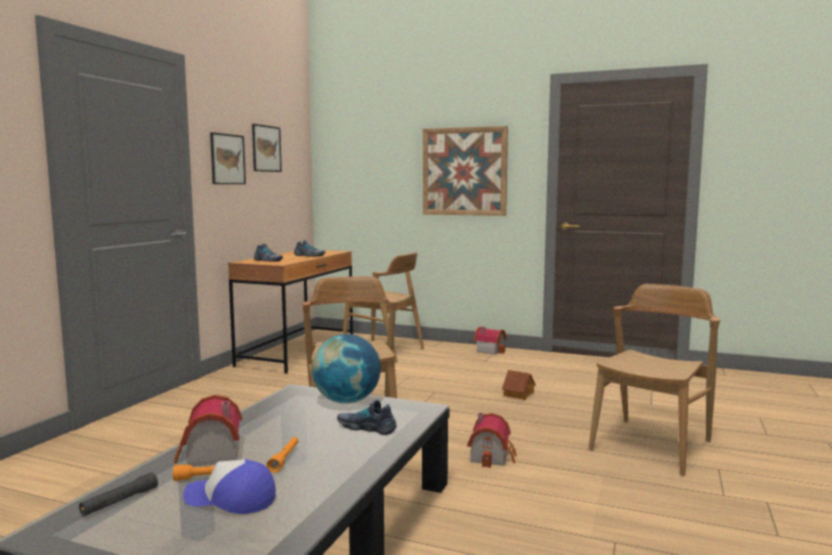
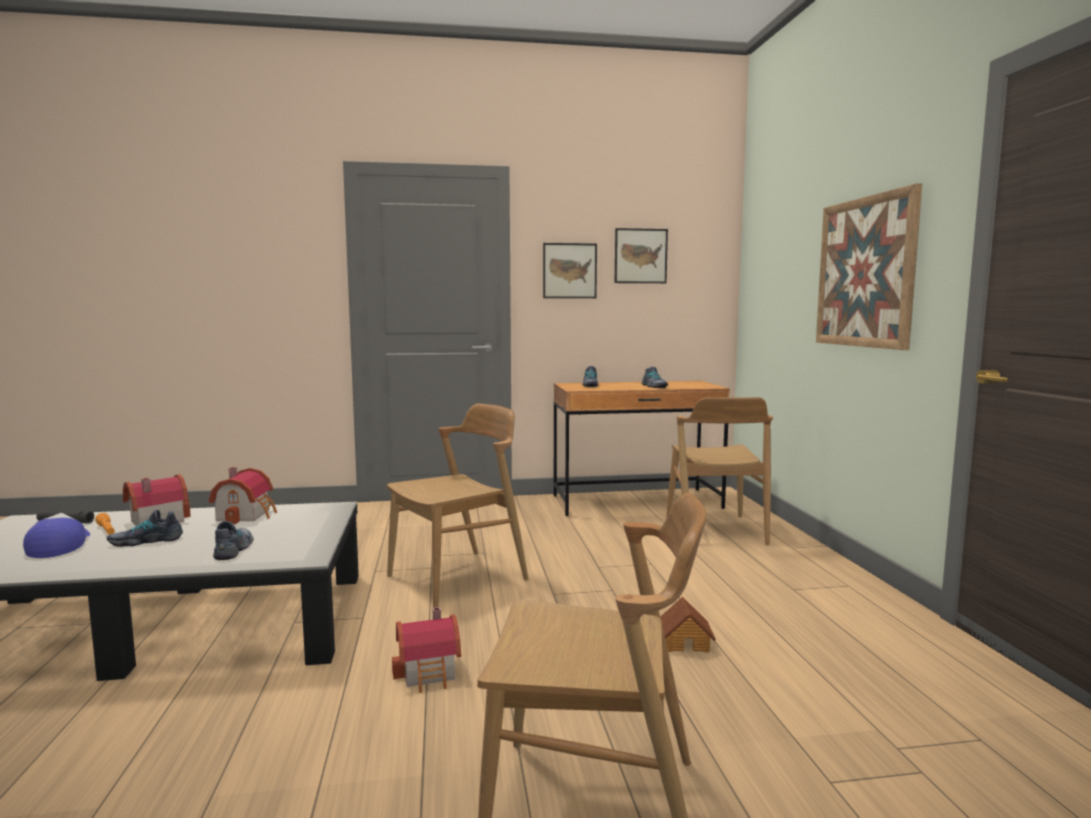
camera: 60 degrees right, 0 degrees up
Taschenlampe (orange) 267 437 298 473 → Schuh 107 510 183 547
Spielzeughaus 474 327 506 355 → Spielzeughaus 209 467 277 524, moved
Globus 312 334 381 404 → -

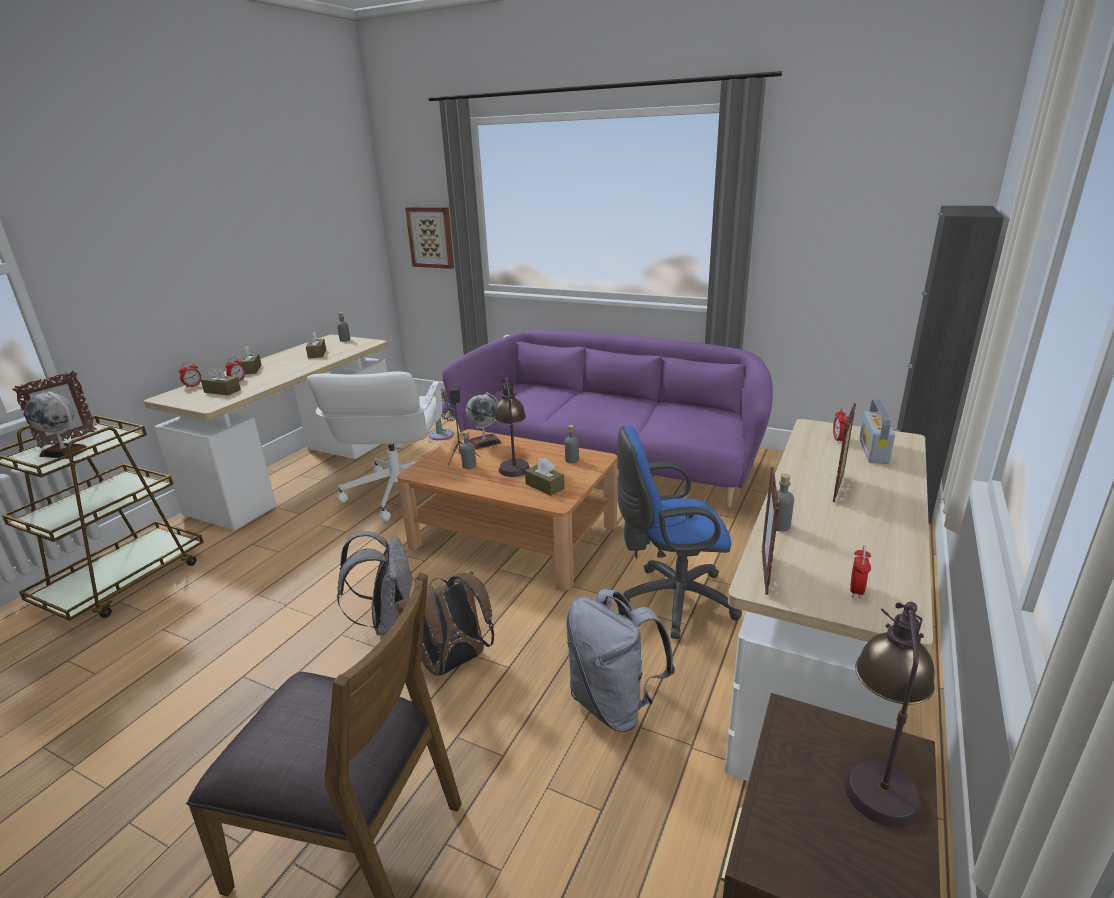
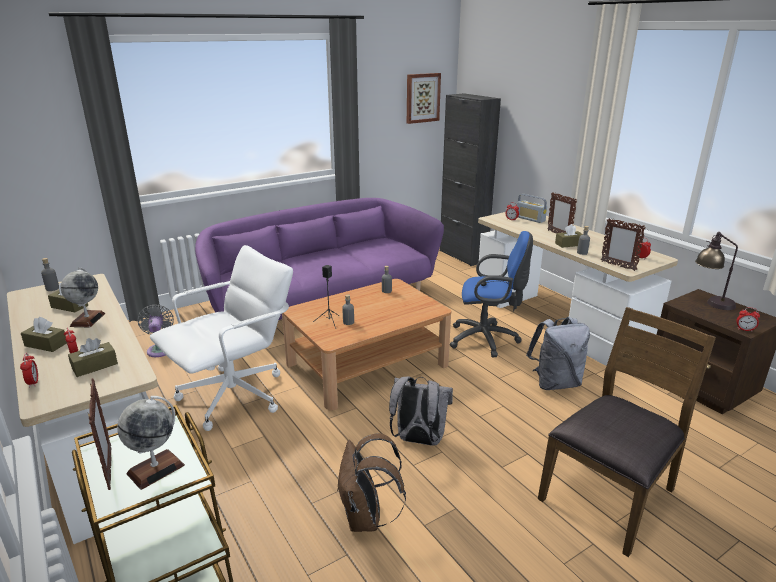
camera: 60 degrees left, 0 degrees up
Globus 466 392 502 449 → Globus 60 268 105 327, moved
Bürostuhl (weiß) 307 371 442 521 → Bürostuhl (weiß) 150 245 293 431, 75 degrees counterclockwise
Rucksack (braun) 395 571 494 676 → Rucksack (braun) 337 433 406 532, moved
Bild 405 207 454 269 → Bild 407 73 441 124, moved
Bürostuhl (blau) 618 425 742 639 → Bürostuhl (blau) 450 231 533 357, 105 degrees counterclockwise
Taschentuchbox (braun) 525 458 564 496 → Taschentuchbox (braun) 555 224 583 248, moved
- → Wecker 736 307 760 332
Tischlampe 494 378 530 477 → -

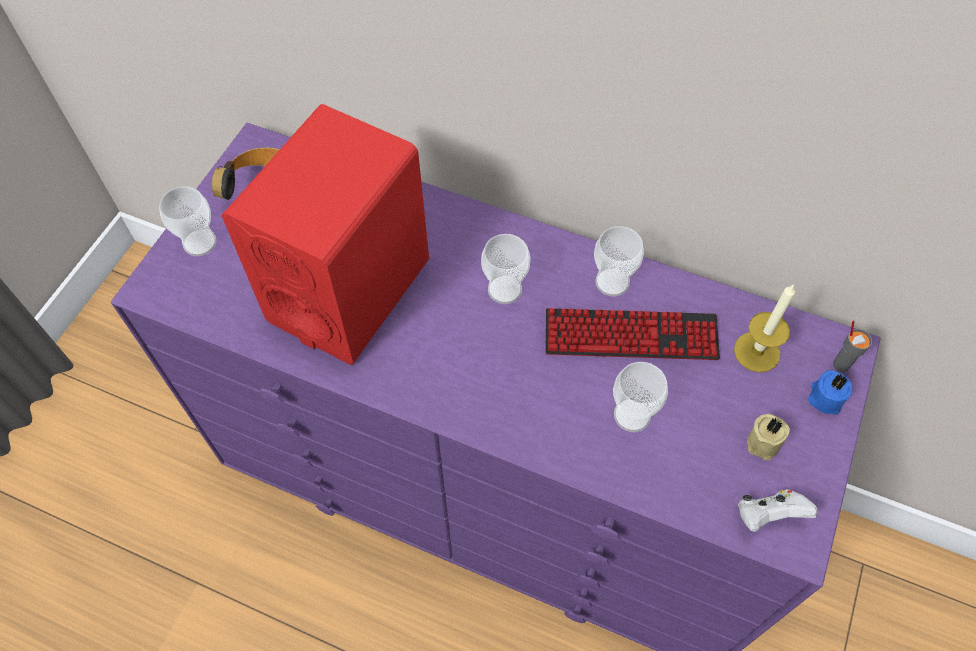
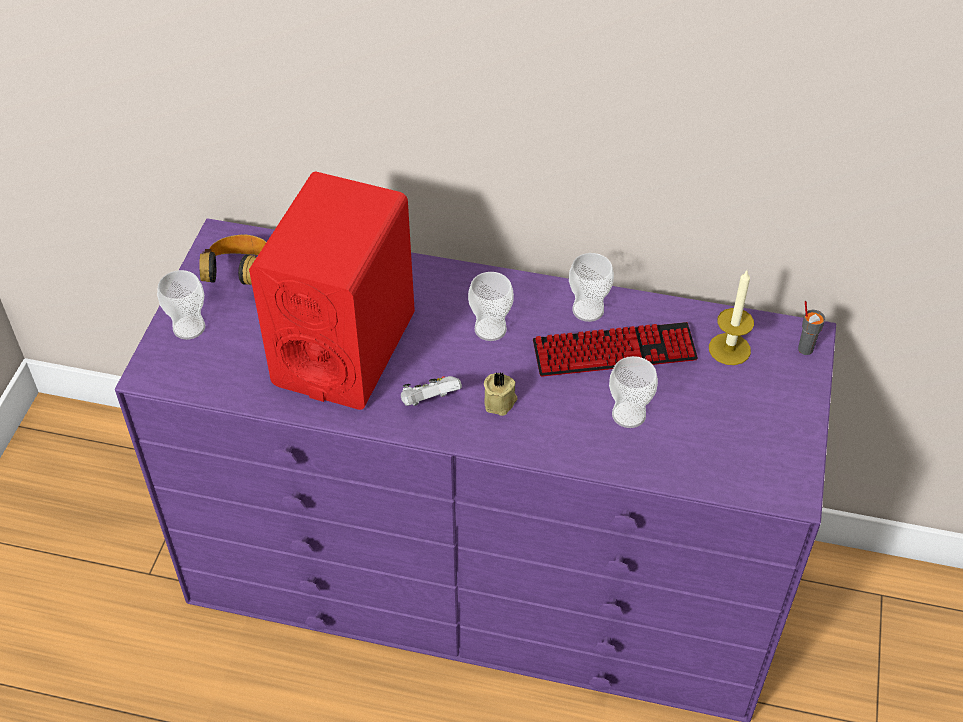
camera: 10 degrees left, 10 degrees down
Gamepad (weiß) 738 489 817 532 → Gamepad (weiß) 401 376 462 406, moved
Kerze (beige) 747 414 790 460 → Kerze (beige) 484 371 518 416, moved
Kerze (blau) 808 370 853 414 → -

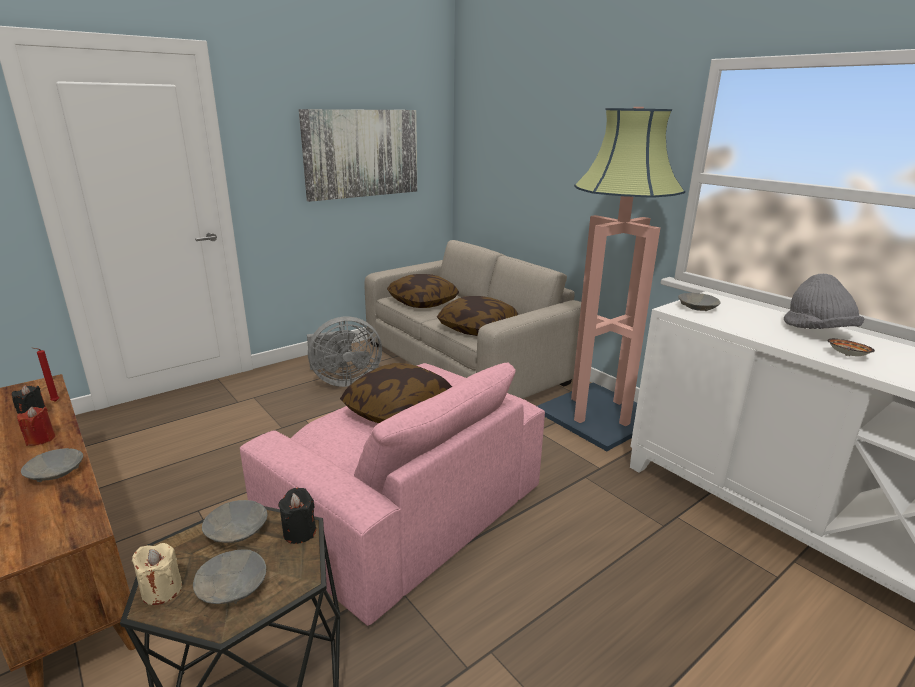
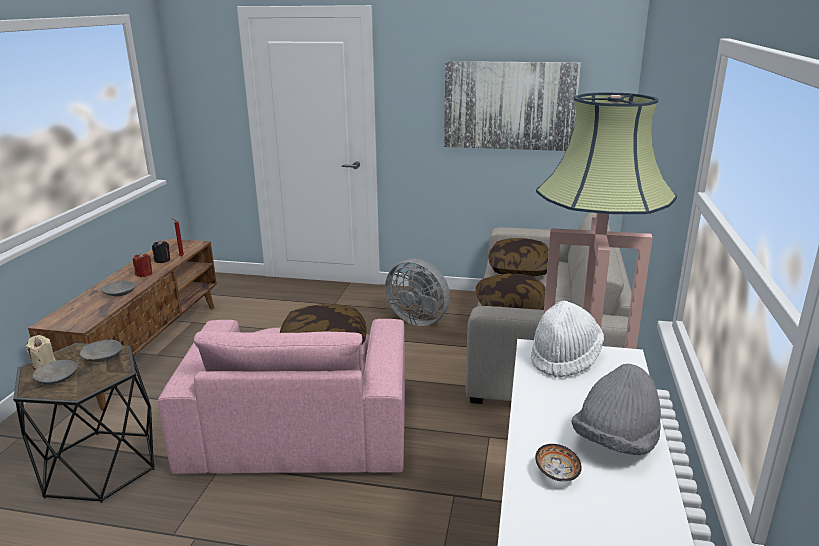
camera: 50 degrees right, 0 degrees up
Schüssel (grau) 678 293 721 311 → Hut (weiß) 531 300 604 378
Kerze (schwarz) 278 488 316 544 → -

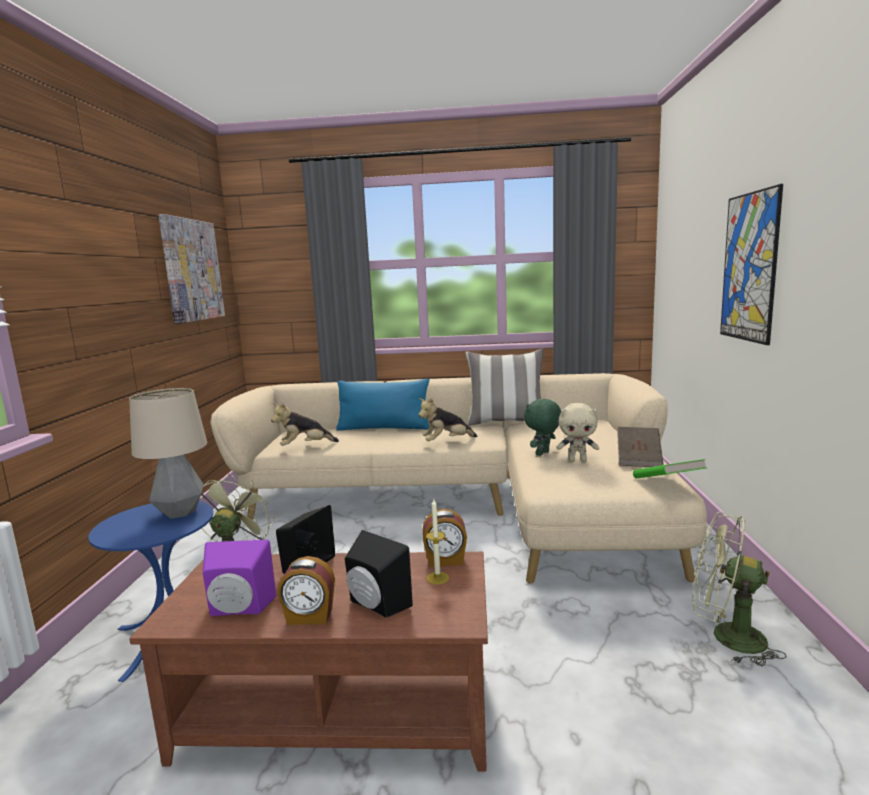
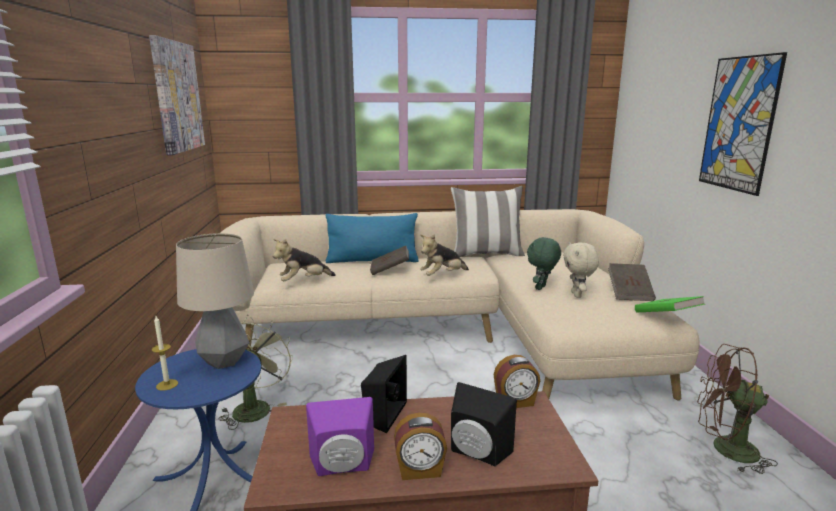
camera: 10 degrees left, 5 degrees up
Kerze 426 499 449 585 → Kerze 151 316 178 391, moved
- → Buch (braun) 370 246 409 275
Plüschtier (beige) 556 403 599 462 → Plüschtier (beige) 563 242 599 298, 90 degrees clockwise
Ventilator (grün) 693 512 786 666 → Ventilator (braun) 697 344 778 474

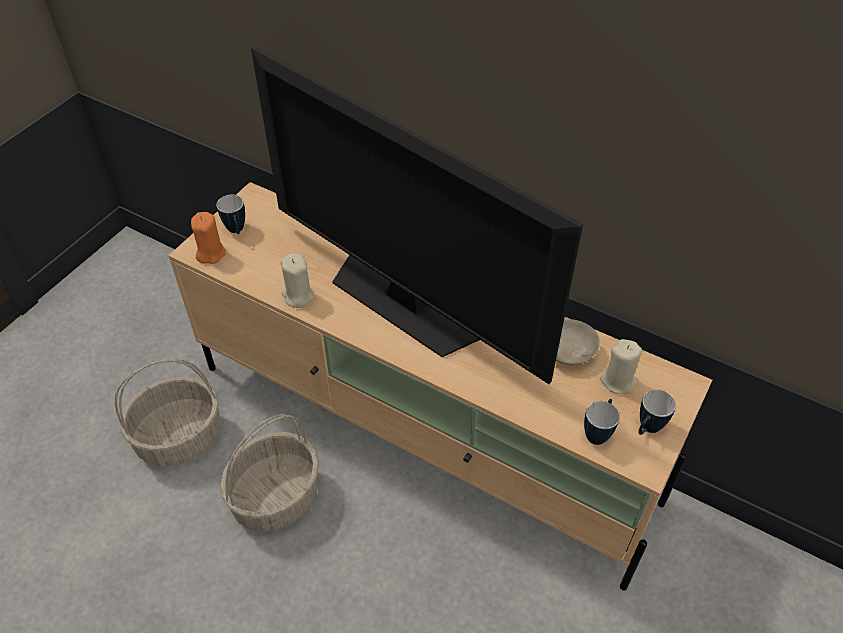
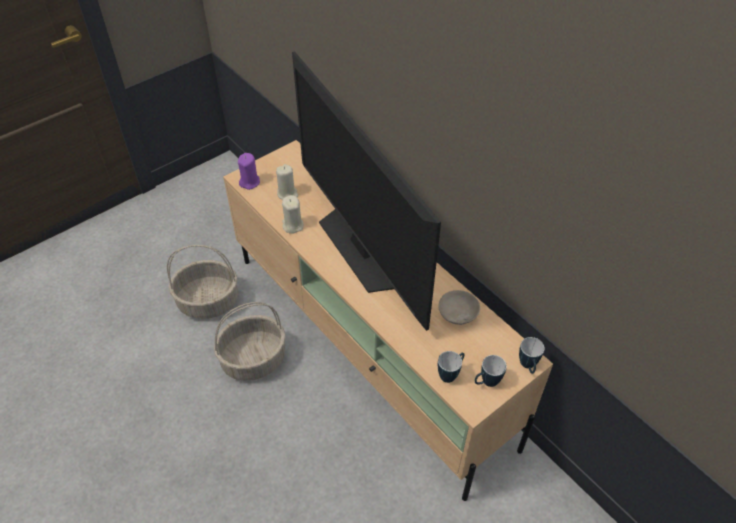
camera: 20 degrees right, 0 degrees up
Kerze (orange) 191 212 226 264 → Kerze (lila) 238 153 260 190
Kerze (beige) 600 339 642 394 → Kerze (beige) 276 164 298 199, moved
Henkelbecher 217 195 245 234 → Henkelbecher 519 337 545 374, moved

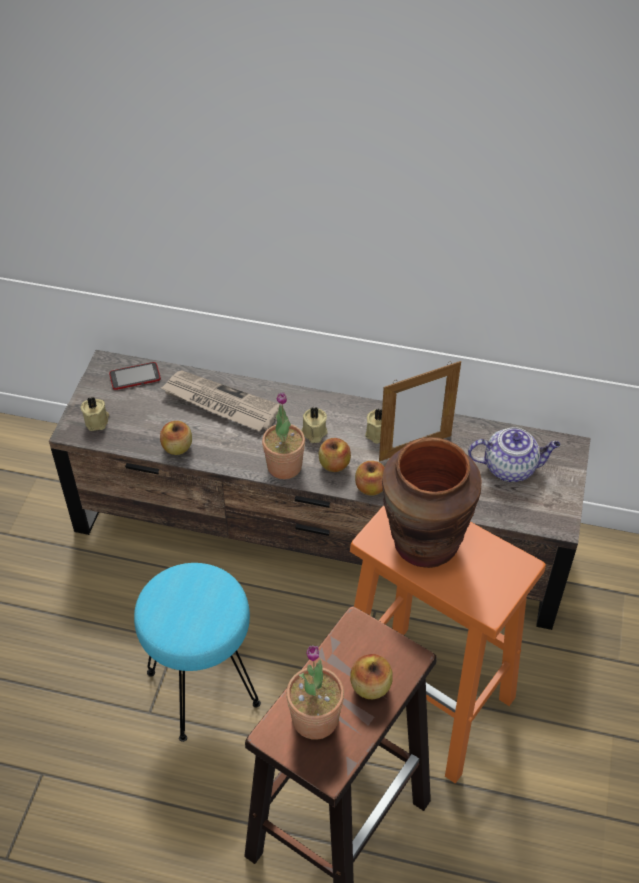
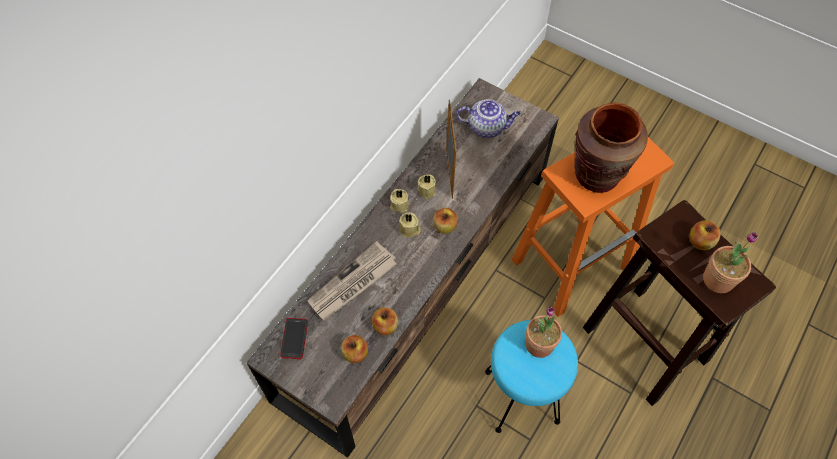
camera: 70 degrees left, 10 degrees up
Apfel 355 461 385 495 → Apfel 341 335 368 363, moved
Kerze (beige) 81 397 109 431 → Kerze (beige) 390 189 409 213, moved
Teekanne 468 427 560 482 → Teekanne 457 99 521 138, 75 degrees clockwise
Topfpflanze 262 392 305 479 → Topfpflanze 525 307 562 358, moved

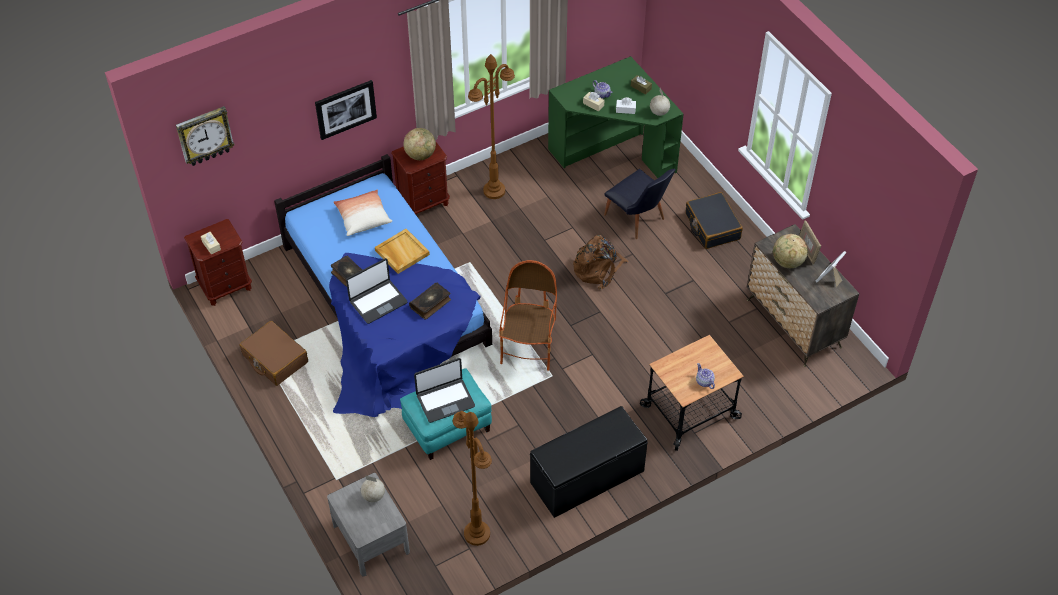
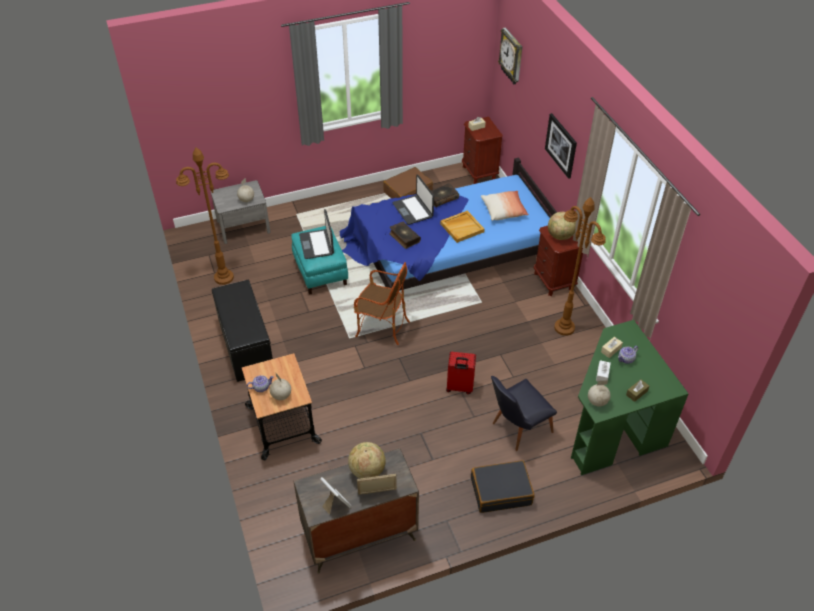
camera: 100 degrees right, 5 degrees down
- → Globus 270 373 291 400
Rucksack (braun) 573 235 628 290 → Koffer (rot) 446 352 476 394

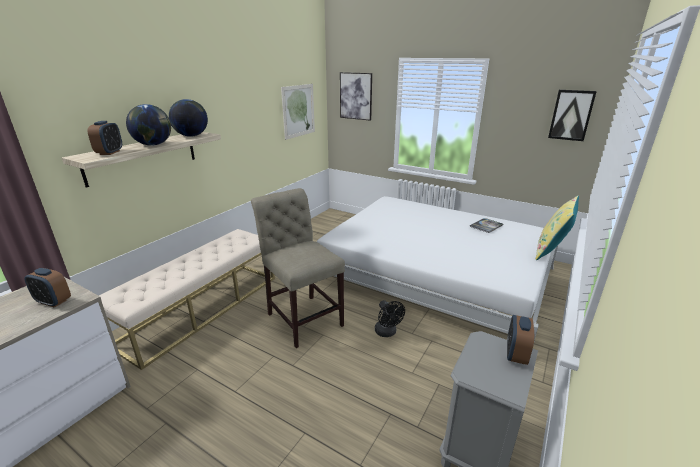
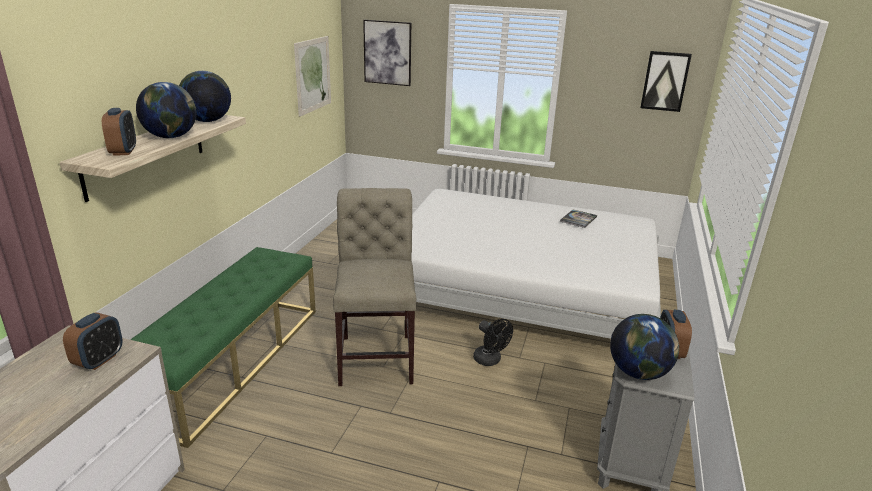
camera: 15 degrees left, 0 degrees up
Wecker 24 268 71 308 → Wecker 63 313 123 370, 75 degrees counterclockwise
Bank (beige) 99 229 275 370 → Bank (grün) 130 247 316 448
Stuhl (beige) 251 188 345 348 → Stuhl (beige) 333 188 416 386, 45 degrees clockwise
- → Globus 610 314 679 380
Kissen (gelb) 536 196 579 260 → -

